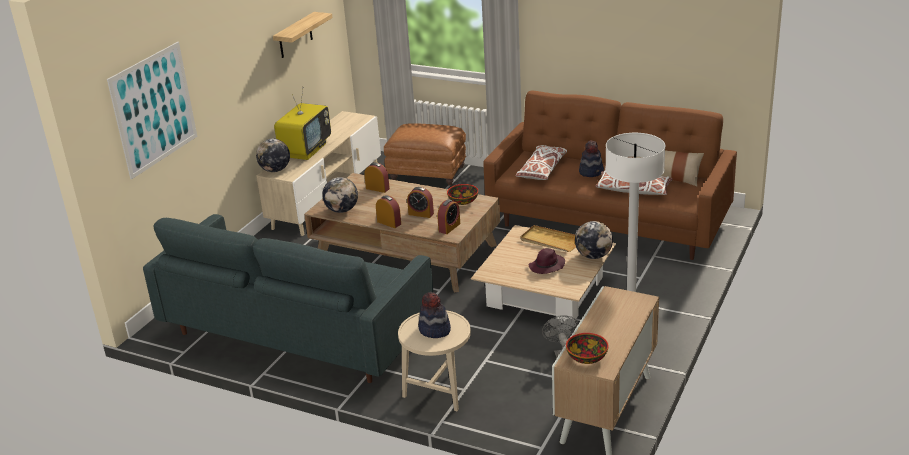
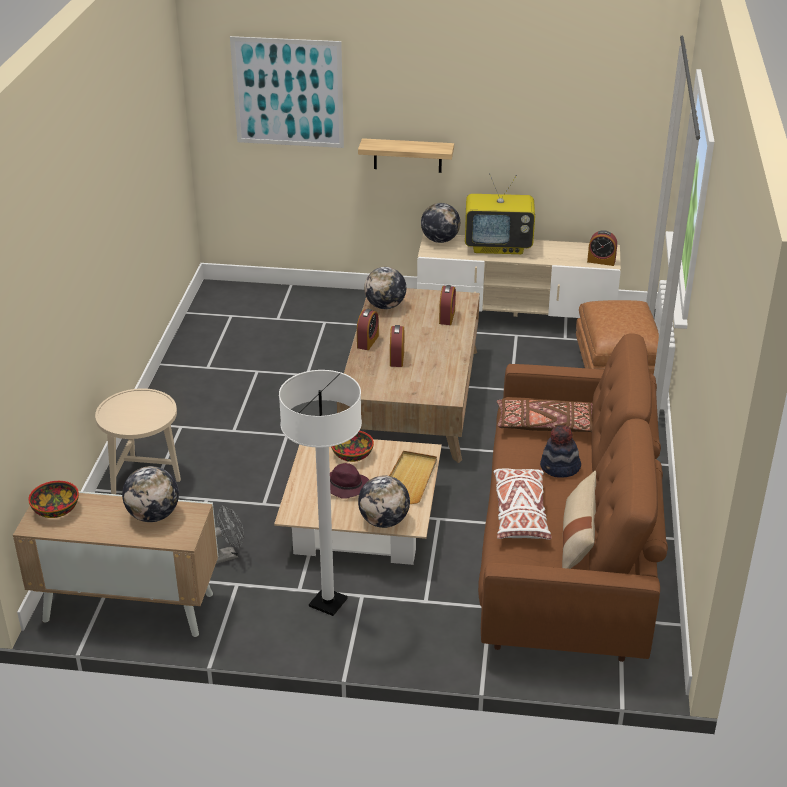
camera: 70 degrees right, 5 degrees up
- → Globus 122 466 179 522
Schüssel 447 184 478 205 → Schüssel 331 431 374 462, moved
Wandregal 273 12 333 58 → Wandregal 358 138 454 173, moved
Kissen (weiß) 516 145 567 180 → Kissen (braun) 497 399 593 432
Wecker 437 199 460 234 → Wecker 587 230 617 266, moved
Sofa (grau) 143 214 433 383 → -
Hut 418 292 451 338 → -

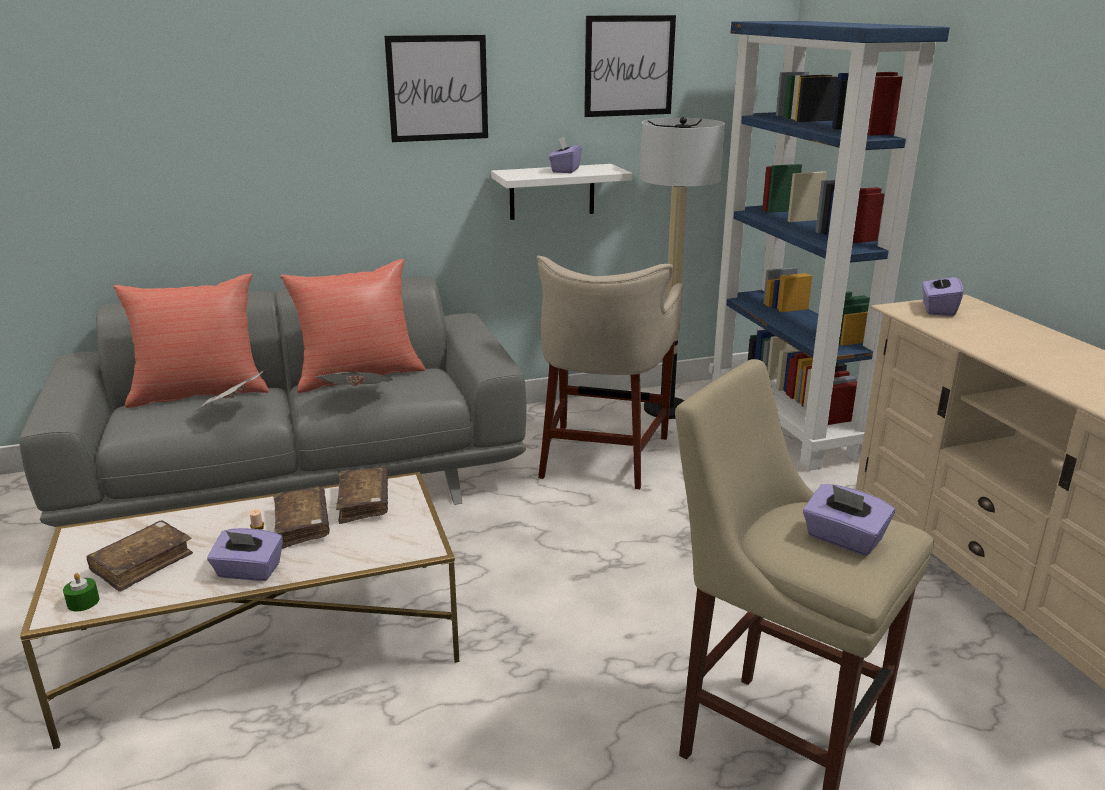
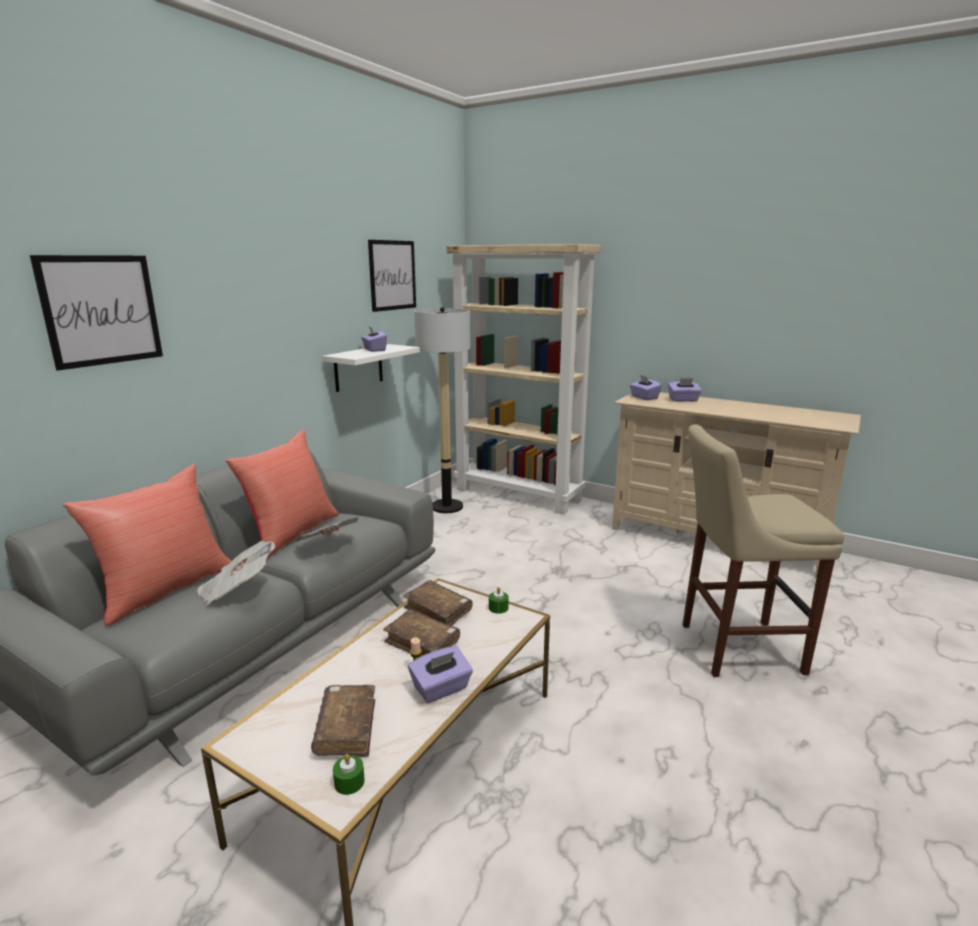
camera: 40 degrees left, 5 degrees down
Bild 384 35 488 142 → Bild 30 255 163 371, moved
Bücherregal (blau) 709 21 950 471 → Bücherregal (beige) 447 244 601 515
- → Kerze (grün) 489 587 509 614
Taschentuchbox (lila) 803 484 895 556 → Taschentuchbox (lila) 668 378 702 402, moved
Hocker (beige) 536 256 683 489 → -

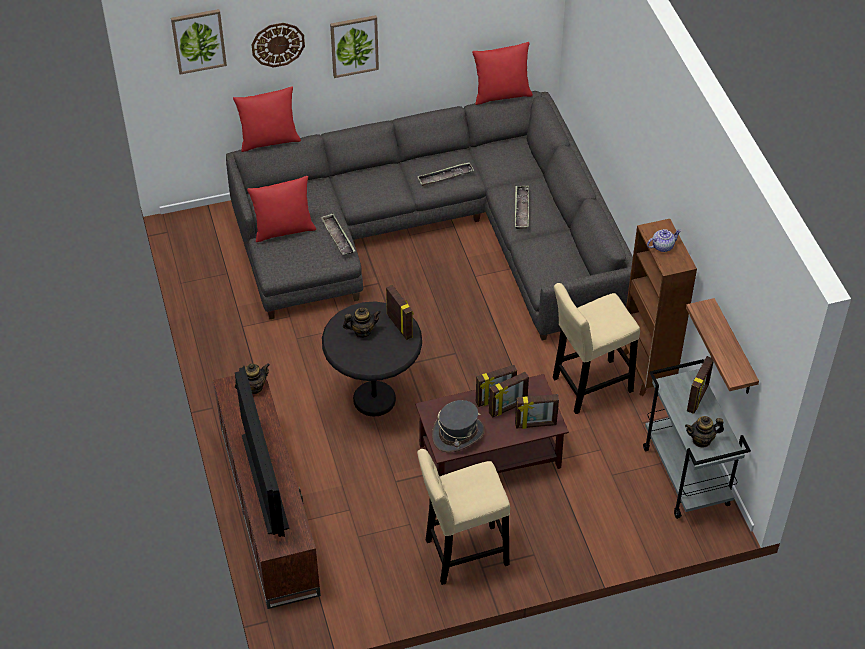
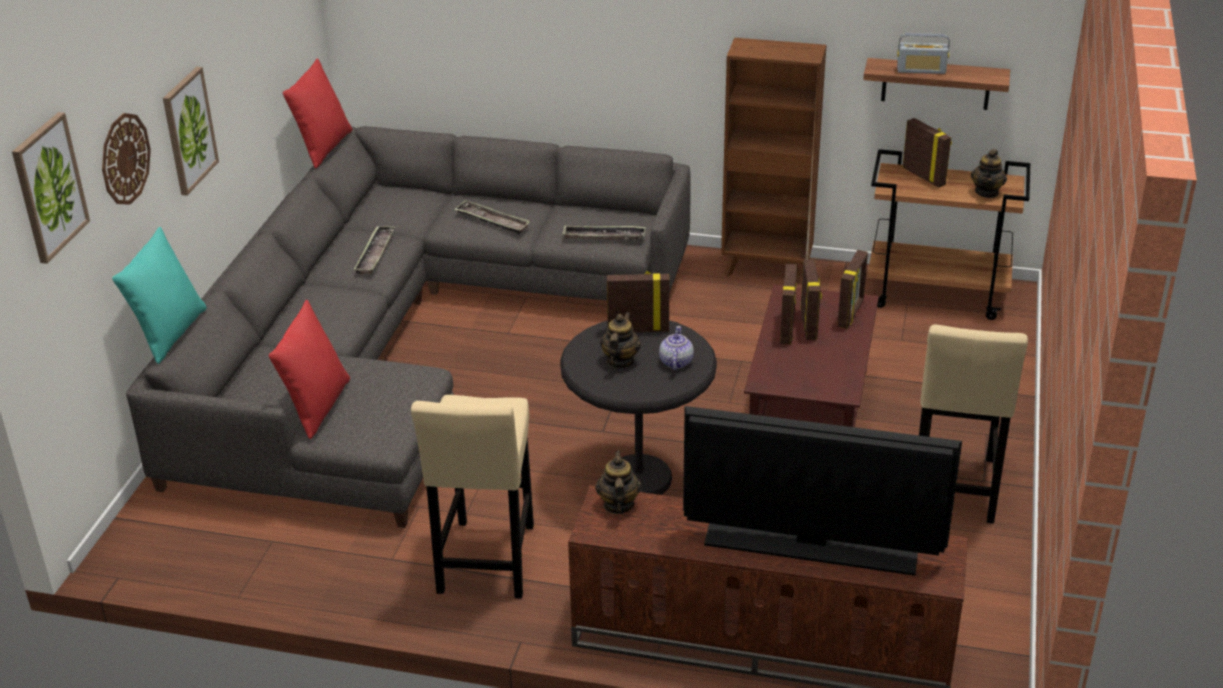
camera: 60 degrees left, 15 degrees down
Kissen (rot) 233 86 301 152 → Kissen (türkis) 112 227 207 364
Hocker (beige) 553 283 640 414 → Hocker (beige) 411 395 534 598, moved
Tablett 321 214 355 255 → Tablett 563 225 646 240, moved
Teekanne 647 229 681 252 → Teekanne 659 326 694 370, moved
Rollwagen (grau) 643 359 751 519 → Rollwagen (braun) 867 149 1030 320
- → Radio 897 33 950 74
Hut (grau) 432 400 485 452 → -

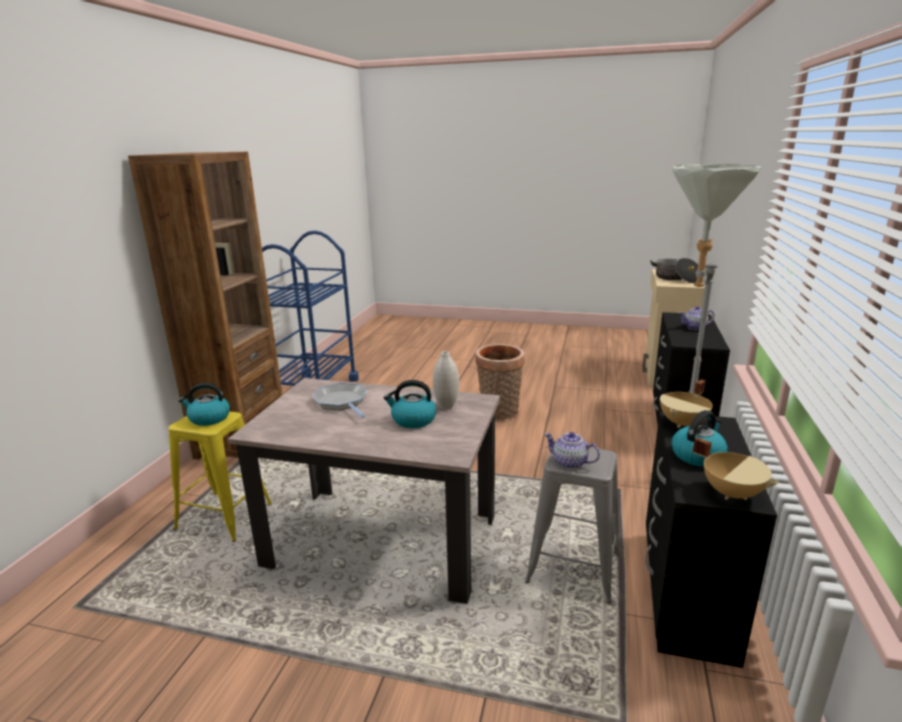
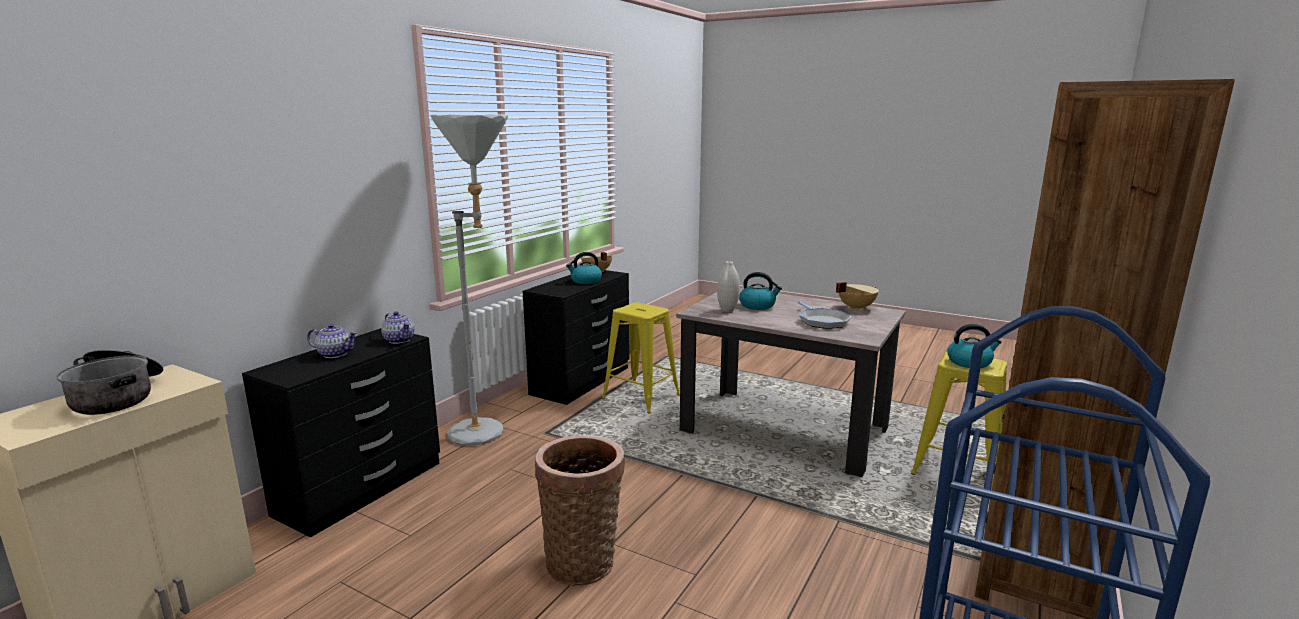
camera: 165 degrees left, 5 degrees down
Teekanne 544 432 600 469 → Teekanne 381 311 415 344, moved
Hocker (grau) 525 448 619 604 → Hocker (gelb) 602 302 680 413
Kochtopf (beige) 660 379 713 428 → Kochtopf (beige) 836 282 879 311, moved

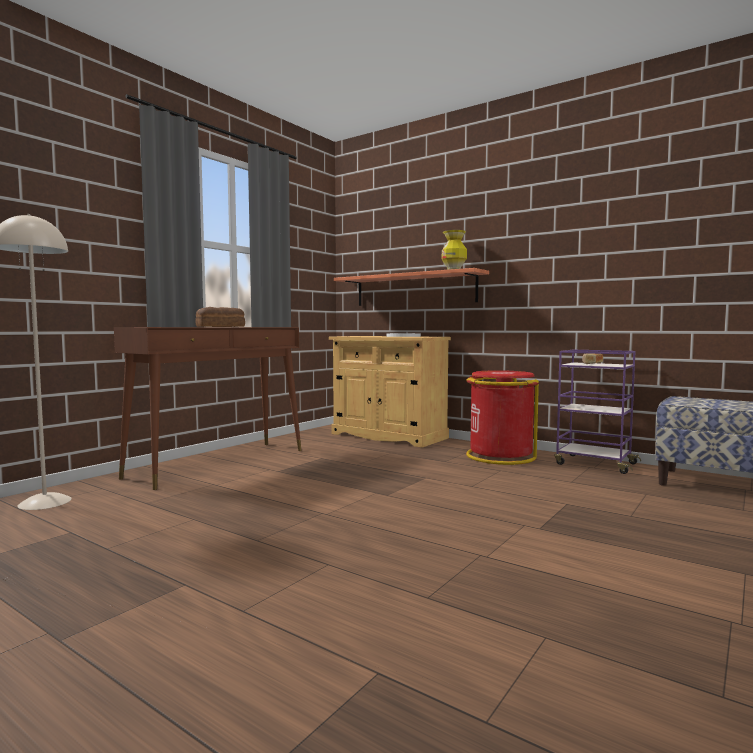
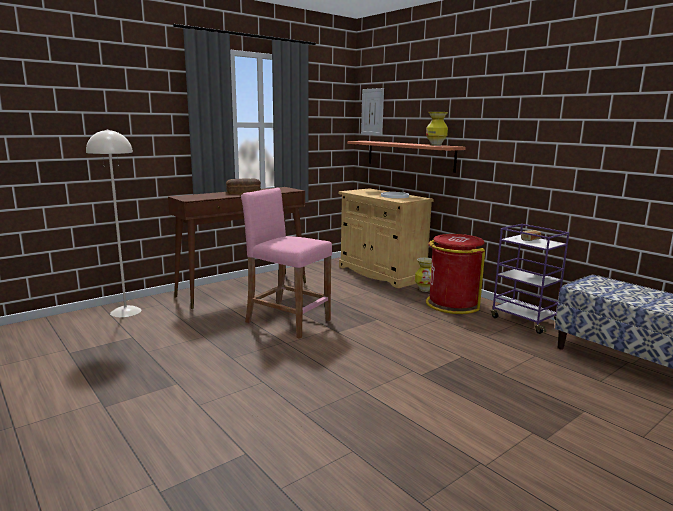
camera: 15 degrees right, 10 degrees up
- → Hocker (rosa) 241 188 332 339
- → Bild 361 88 384 136
- → Vase 415 258 432 292

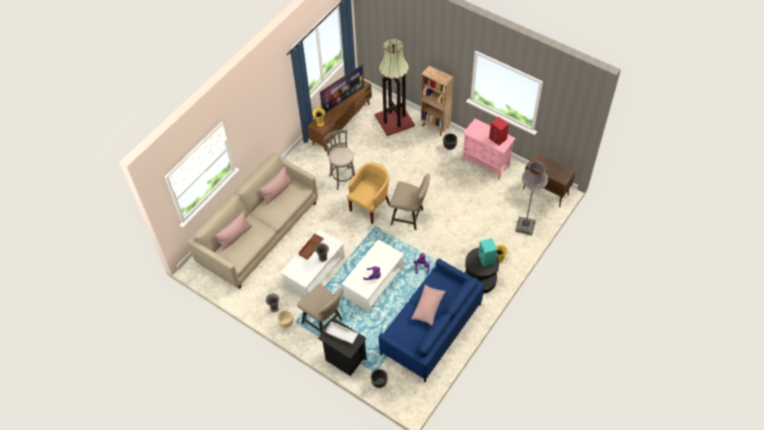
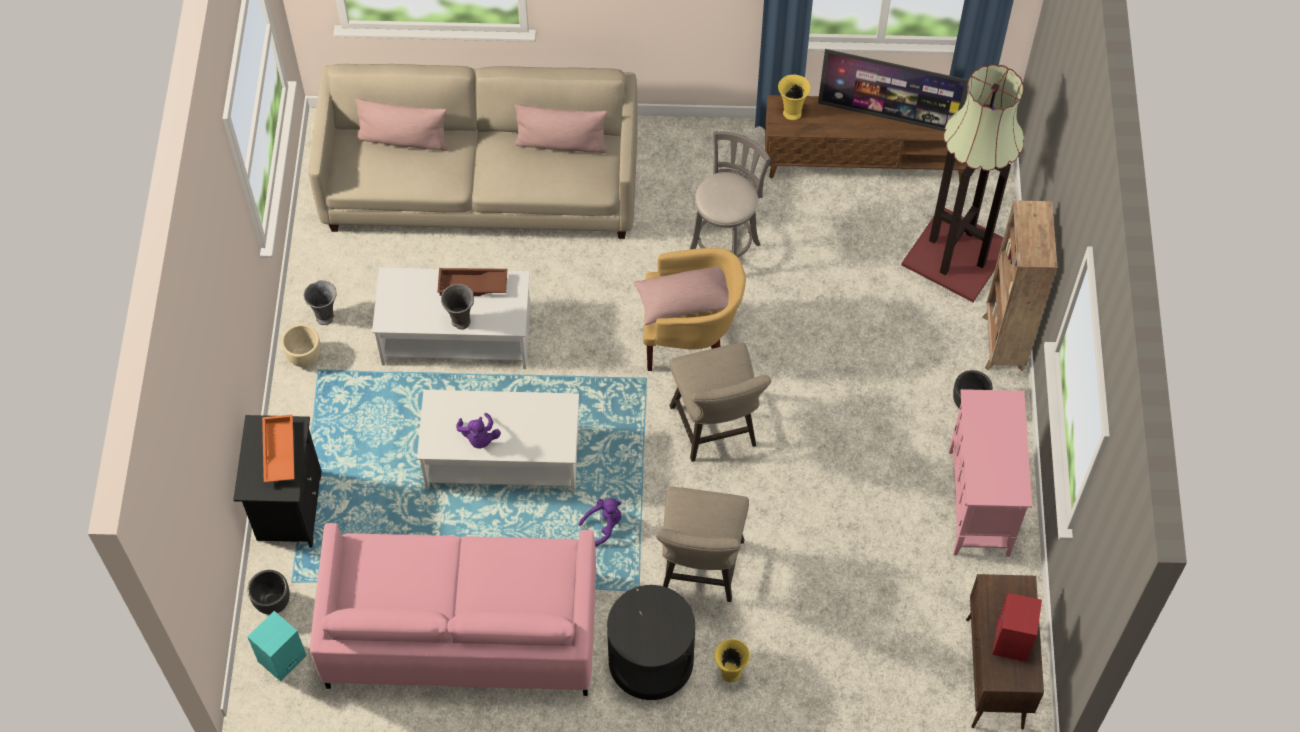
camera: 55 degrees right, 5 degrees up
Lautsprecher (türkis) 478 238 497 267 → Lautsprecher (türkis) 248 611 307 681, moved
Tablett (weiß) 325 322 358 344 → Tablett (orange) 262 415 294 482
Sofa (blau) 379 258 484 382 → Sofa (rosa) 310 523 596 696
Kissen (rosa) 411 285 446 325 → Kissen (rosa) 634 266 728 325, moved
Hocker (beige) 297 283 343 334 → Hocker (beige) 656 487 749 602, moved
Lautsprecher (rot) 489 117 509 145 → Lautsprecher (rot) 992 593 1042 662, moved
Stehlampe (grau) 515 161 548 235 → -

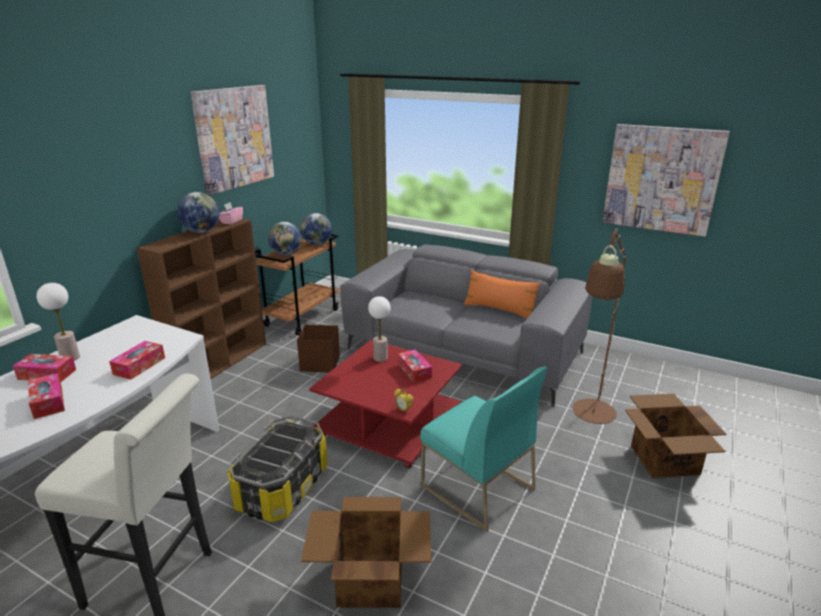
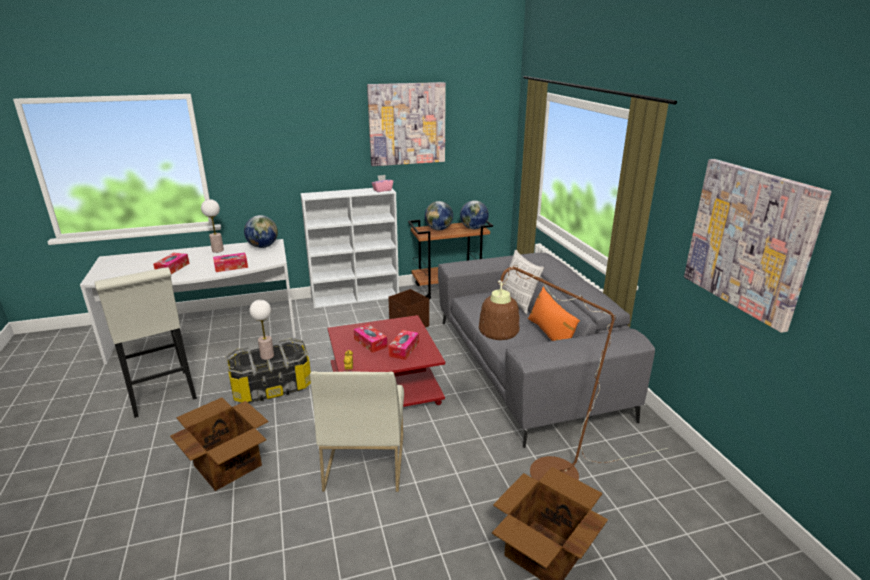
camera: 45 degrees right, 0 degrees up
Globus 177 192 219 233 → Globus 244 215 278 248, moved
Tischlampe 368 296 391 362 → Tischlampe 250 300 274 360, moved
Bücherregal (braun) 137 219 266 379 → Bücherregal (weiß) 301 188 399 308
Stuhl (türkis) 420 366 547 532 → Stuhl (weiß) 310 371 404 492
Taschentuchbox 13 354 76 382 → Taschentuchbox 353 324 387 353, moved
- → Kissen 502 250 544 314

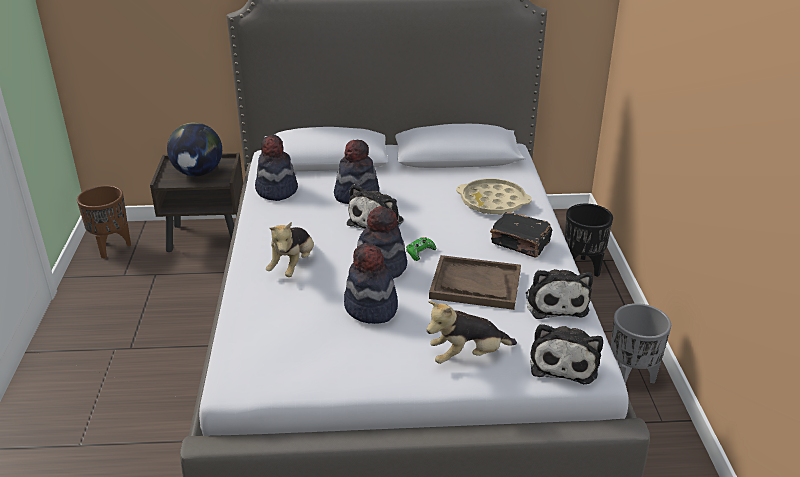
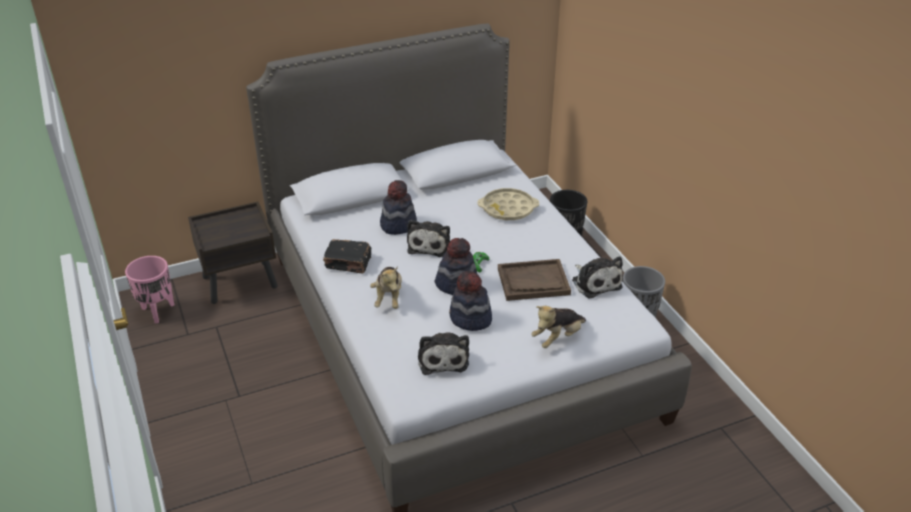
camera: 20 degrees left, 5 degrees up
Pflanzkübel (braun) 77 185 131 258 → Pflanzkübel (rosa) 125 256 174 323
Buch (schwarz) 490 212 553 258 → Buch (schwarz) 323 239 371 273, moved
Plüschtier 530 324 603 384 → Plüschtier 418 332 469 375, moved
Globus 167 122 222 176 → -
Hut 255 135 298 201 → -

